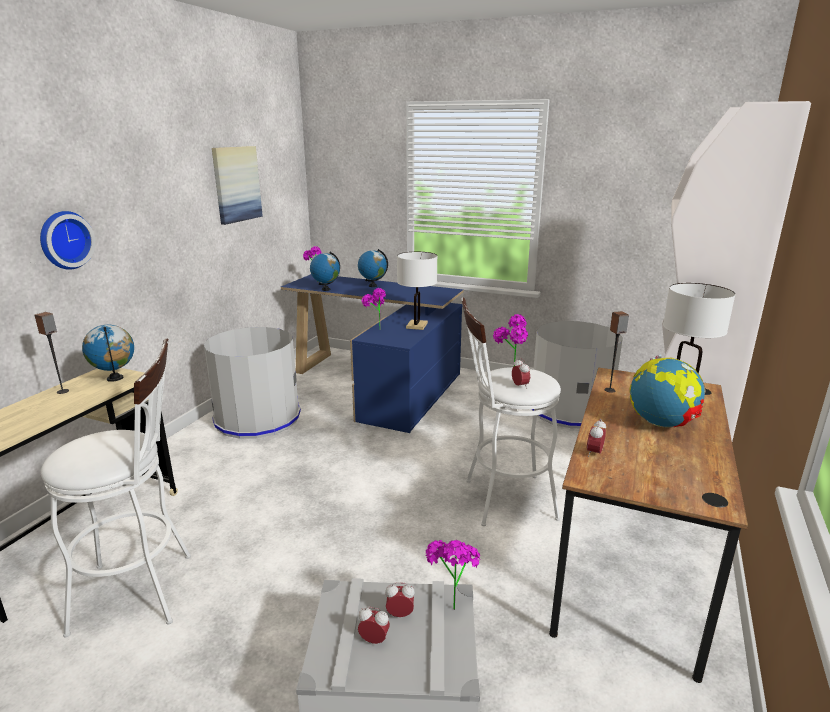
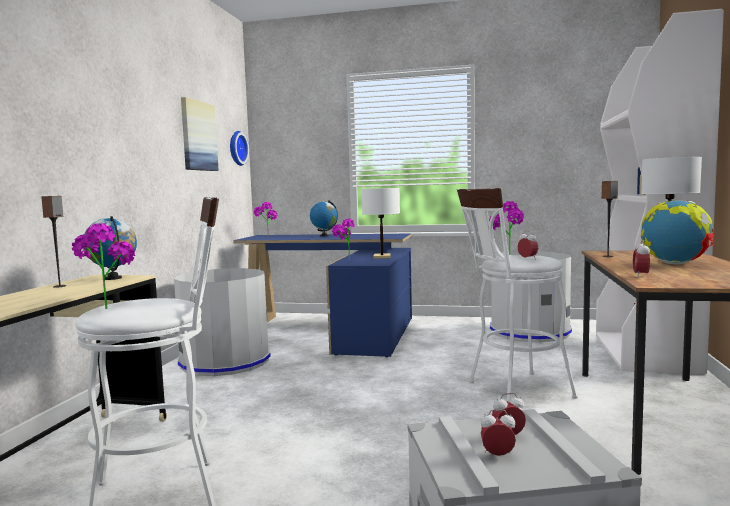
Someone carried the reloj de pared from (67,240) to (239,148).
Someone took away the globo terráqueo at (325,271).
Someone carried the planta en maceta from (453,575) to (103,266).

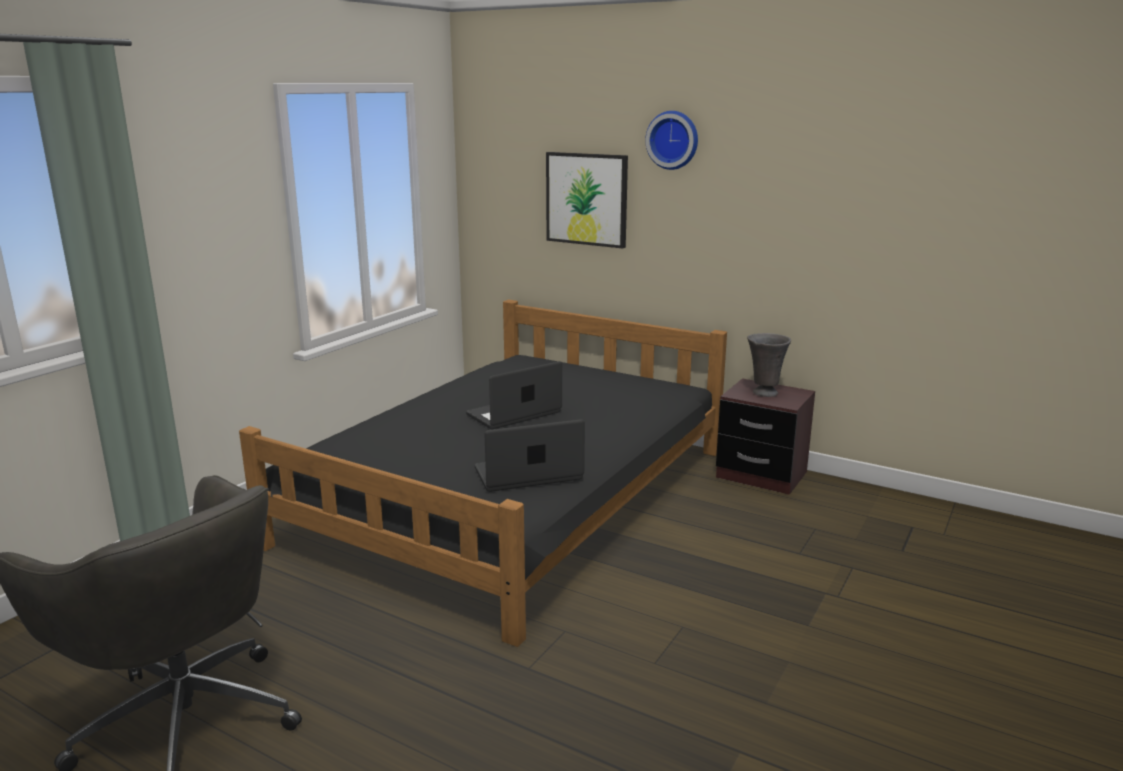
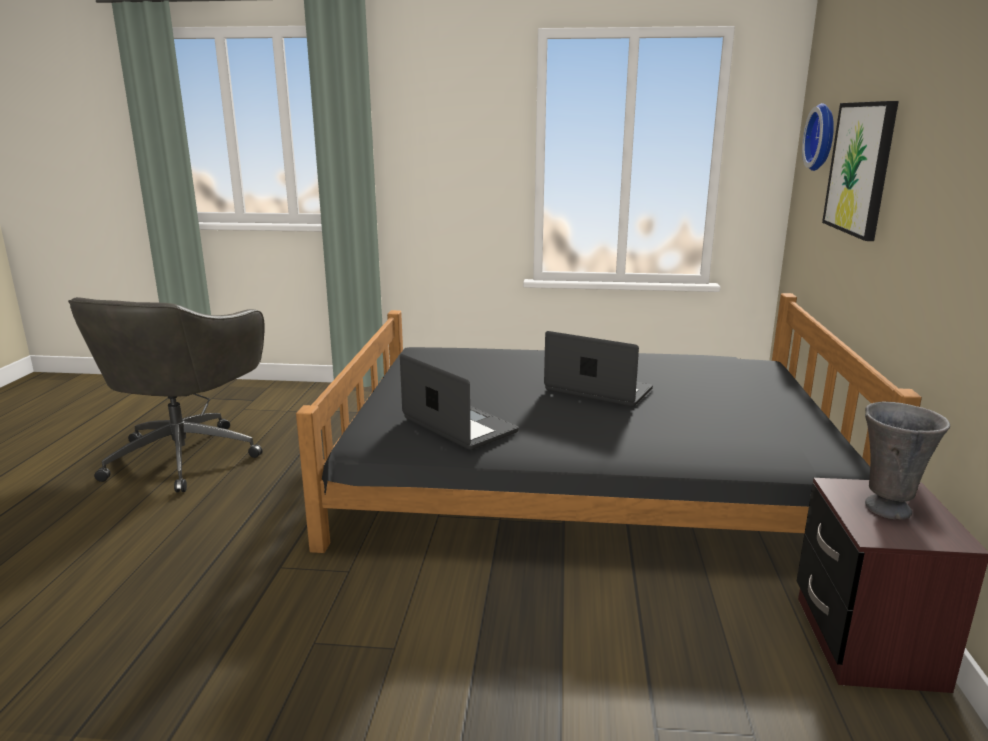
Someone carried the reloj de pared from (671,140) to (818,137).

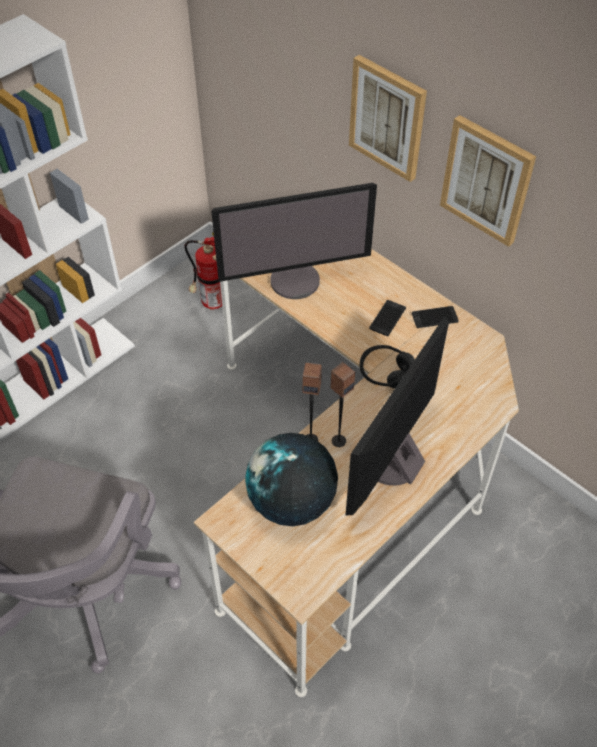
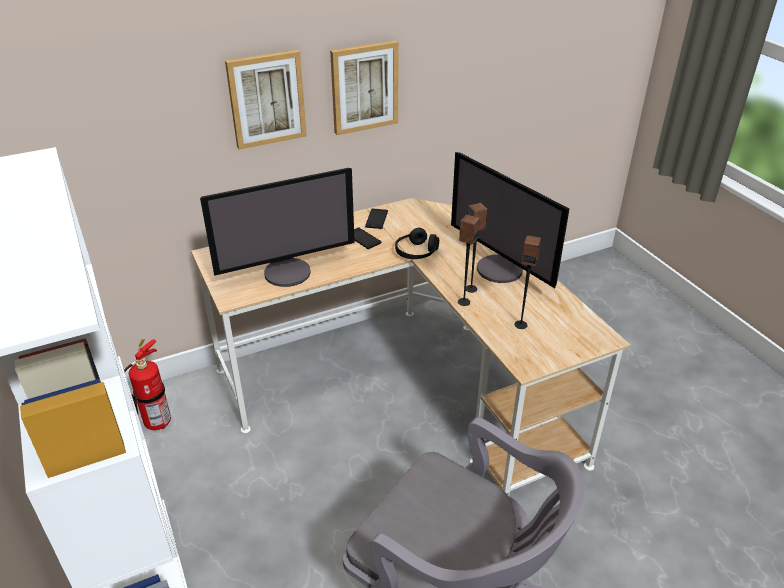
Someone rotated the monitor at (294,241) by 60 degrees clockwise.
Someone swapped the globo terráqueo at (291,479) for the altavoz at (527,282).

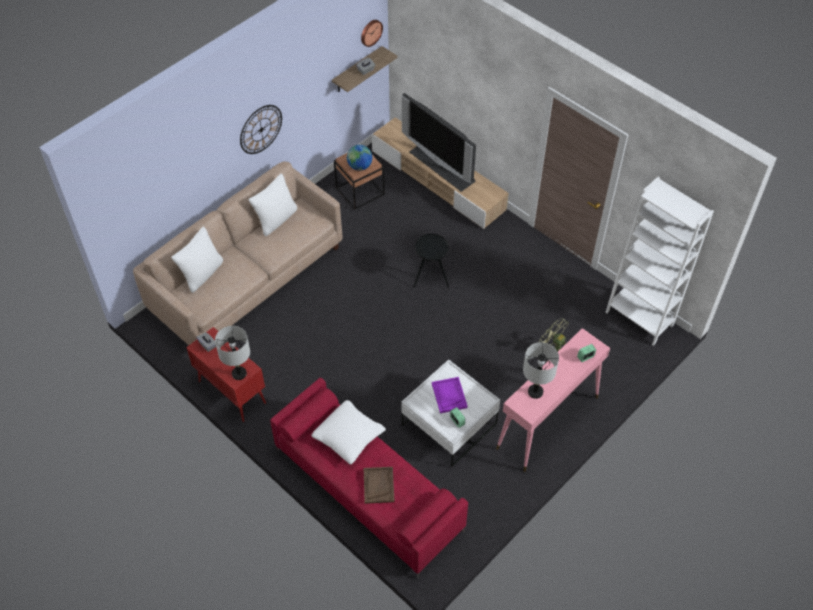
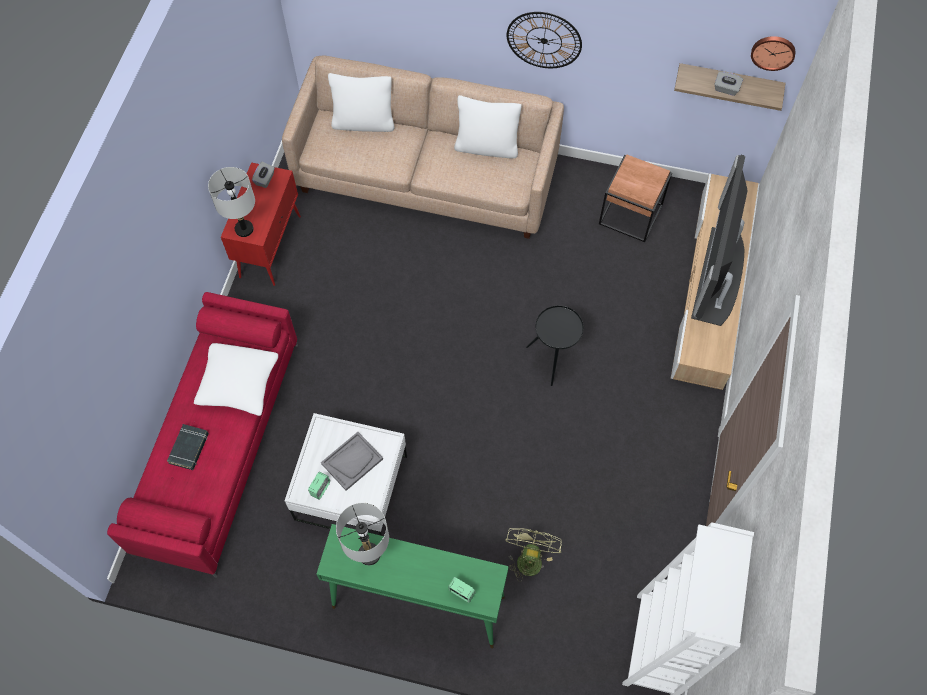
Someone took away the globo terráqueo at (359,158).
Someone repainted the mesa consola/rosa at (553,400), which became the mesa consola/verde at (413,586).
Someone repainted the bandeja/morado at (450,395), which became the bandeja/gris at (352,461).
Someone swapped the bandeja/marrón at (379,485) for the libro/negro at (188,447).

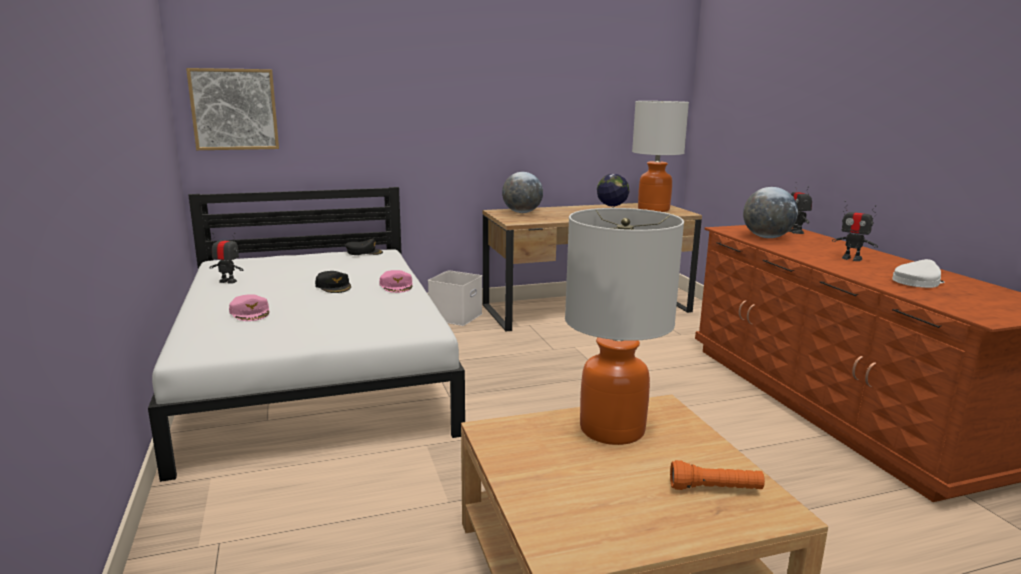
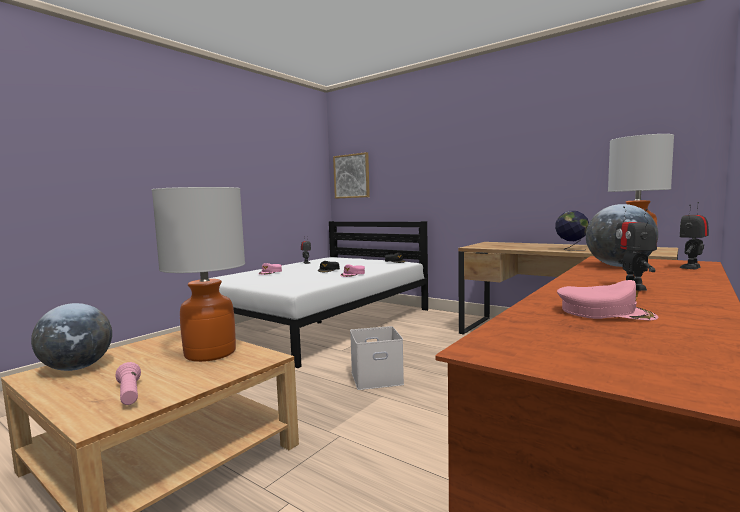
Someone carried the globo terráqueo from (522,192) to (71,337).
Someone repainted the gorra/blanco at (918,273), which became the gorra/rosa at (607,300).
Someone carried the caja de almacenaje/blanco from (455,298) to (377,358).
Someone repainted the linterna/naranja at (717,475), which became the linterna/rosa at (128,383).

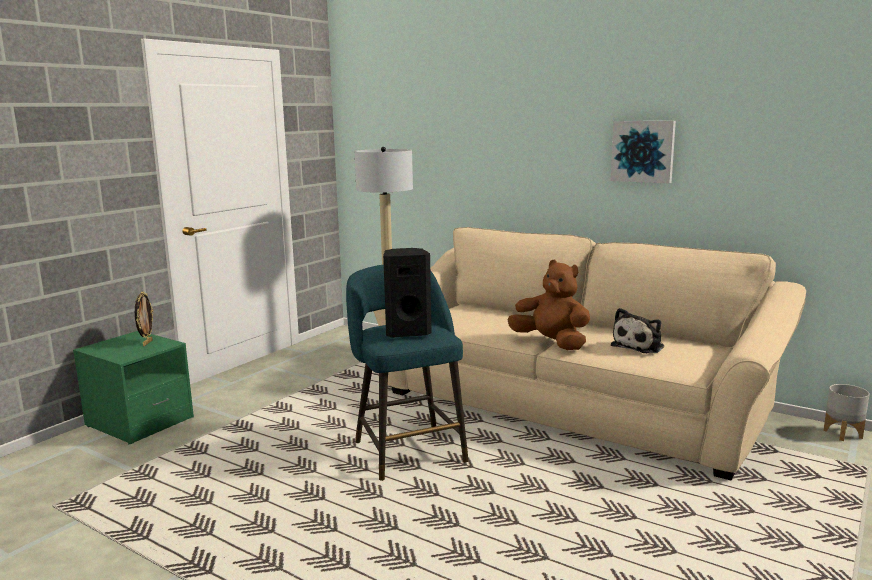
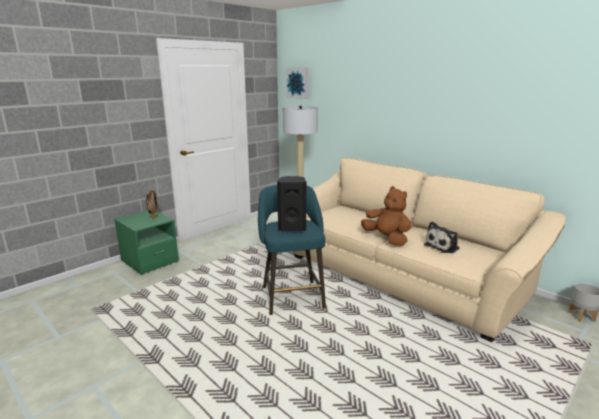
Someone carried the cuadro from (643,152) to (297,83).

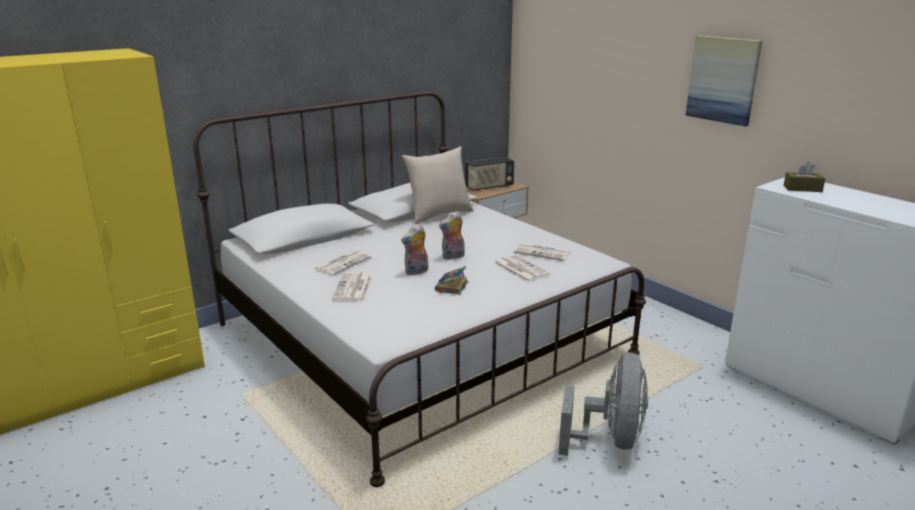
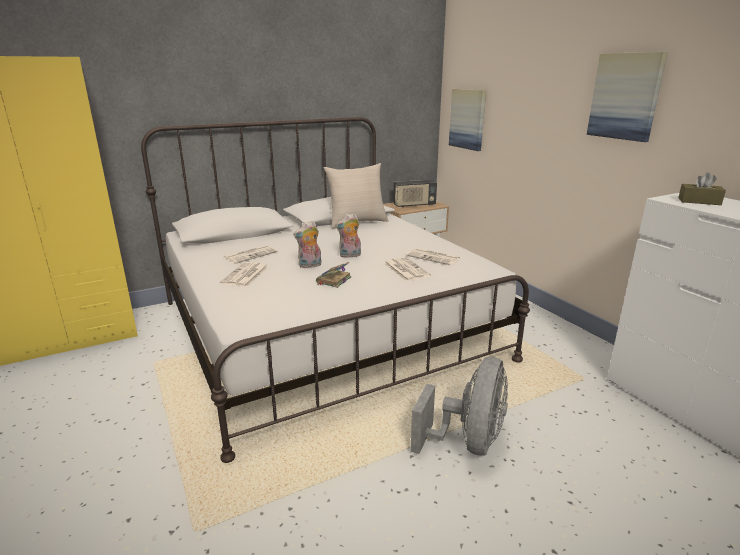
Someone put up the cuadro at (467,120).

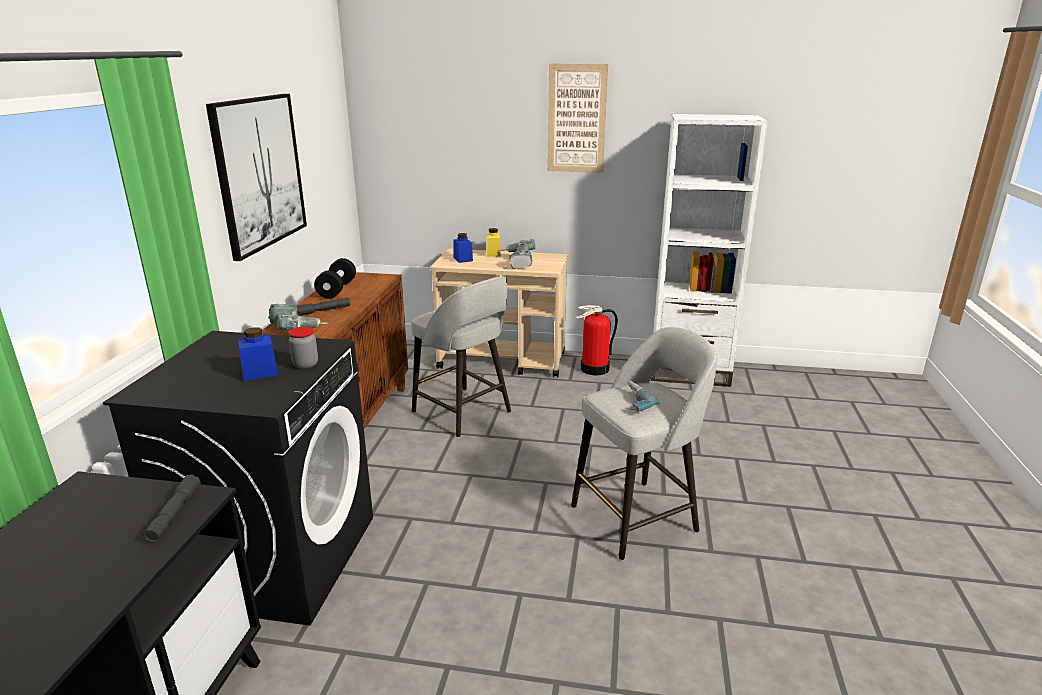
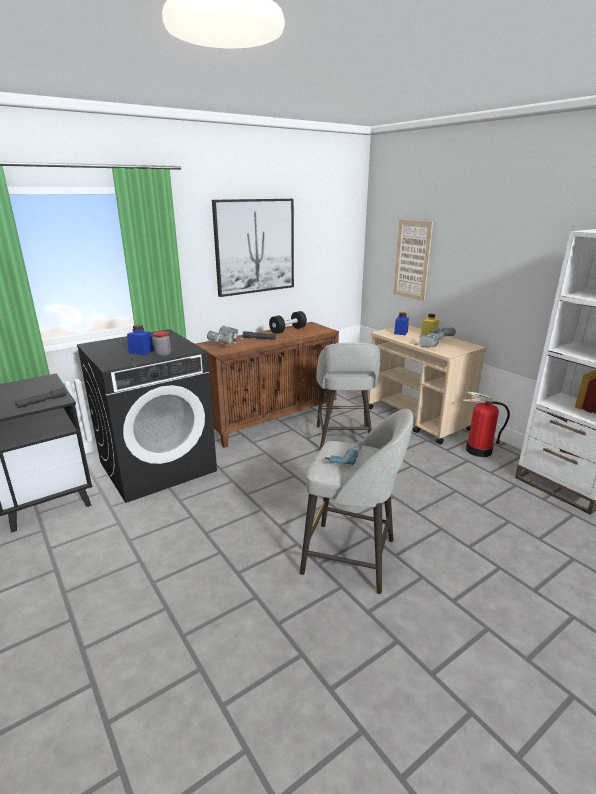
Someone carried the cuadro from (577,118) to (413,260).

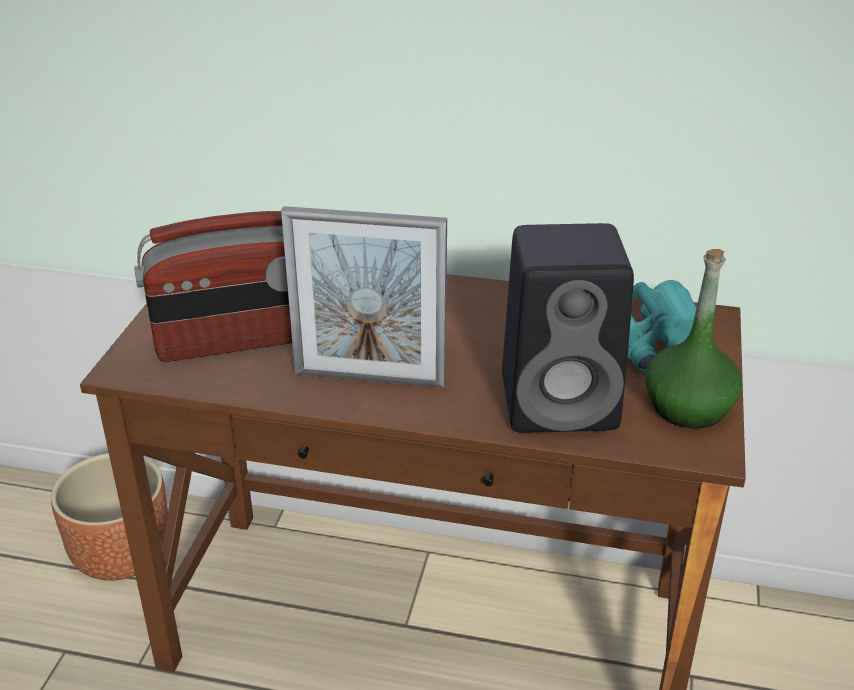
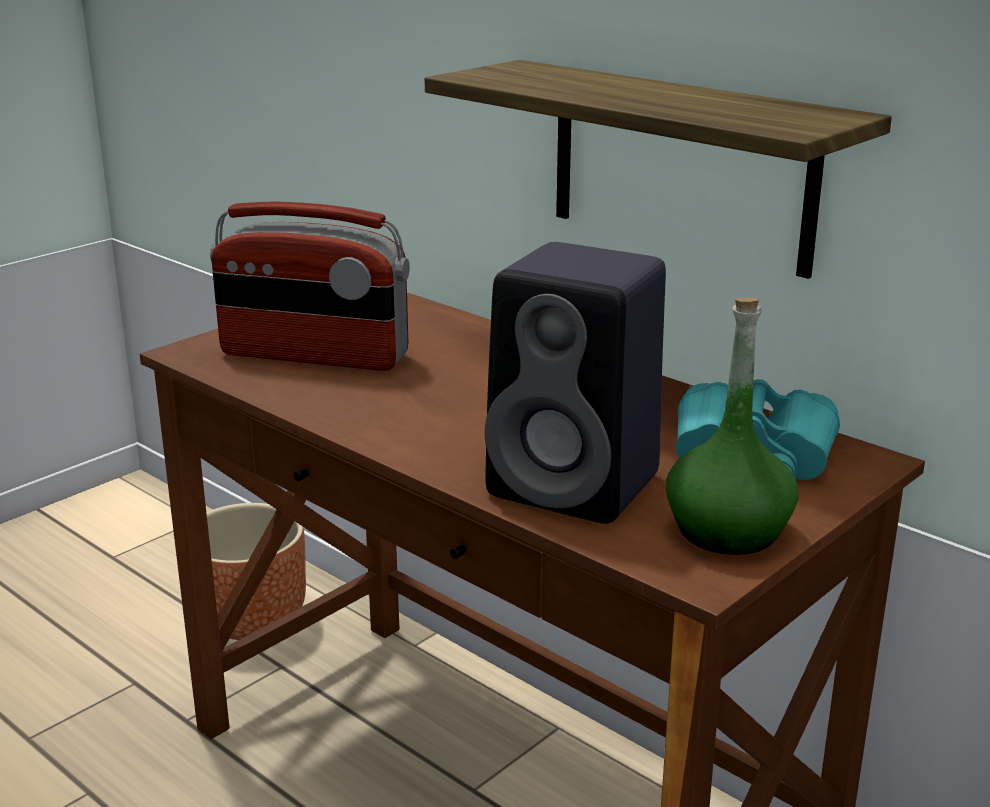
Someone took away the portarretratos at (364,297).
Someone put up the estante at (658,169).

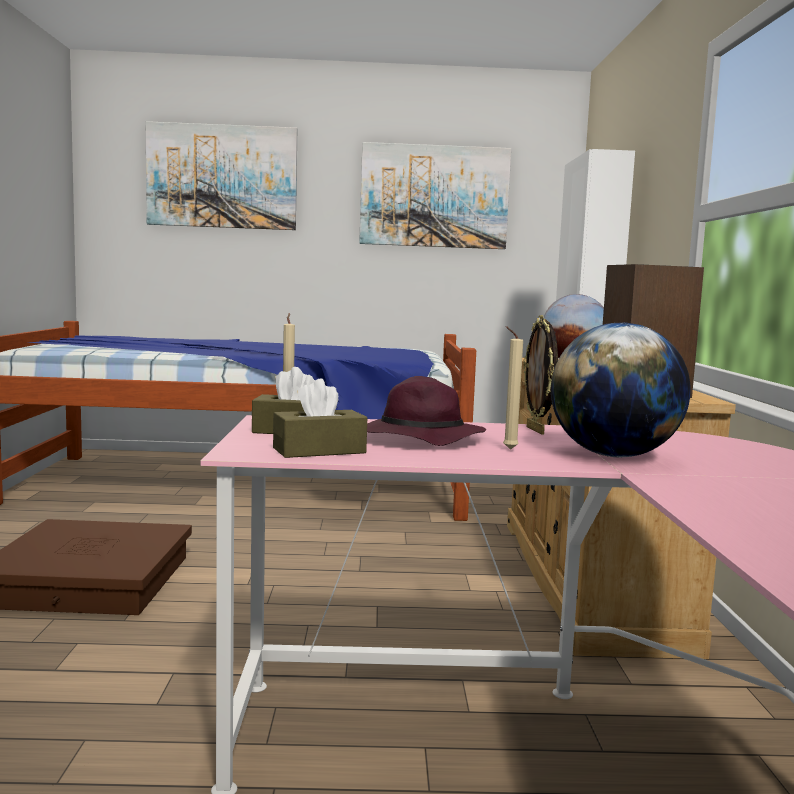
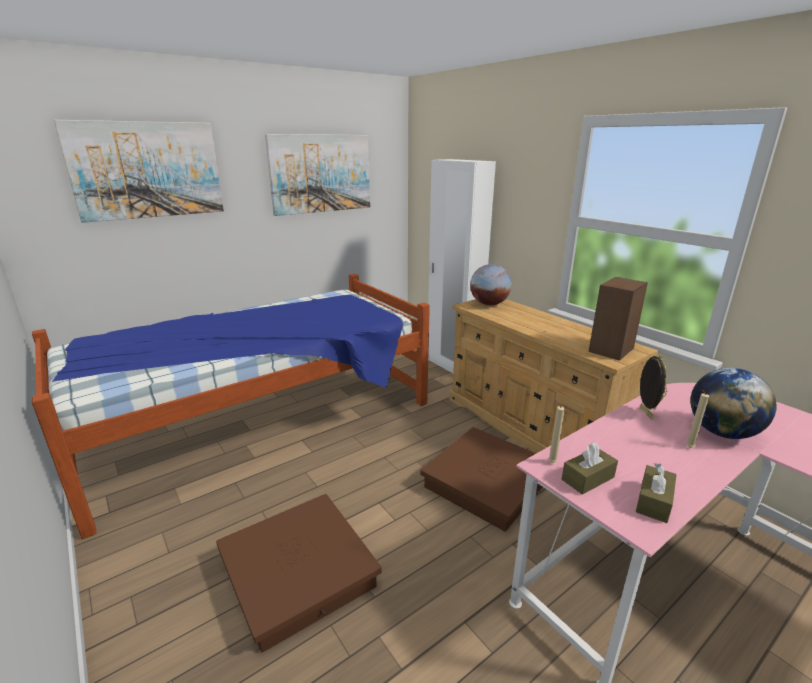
Someone rotated the portarretratos at (540,374) by 135 degrees counterclockwise.
Someone took away the sombrero/morado at (426,411).
Someone put down the caja de almacenaje/marrón at (481,479).

